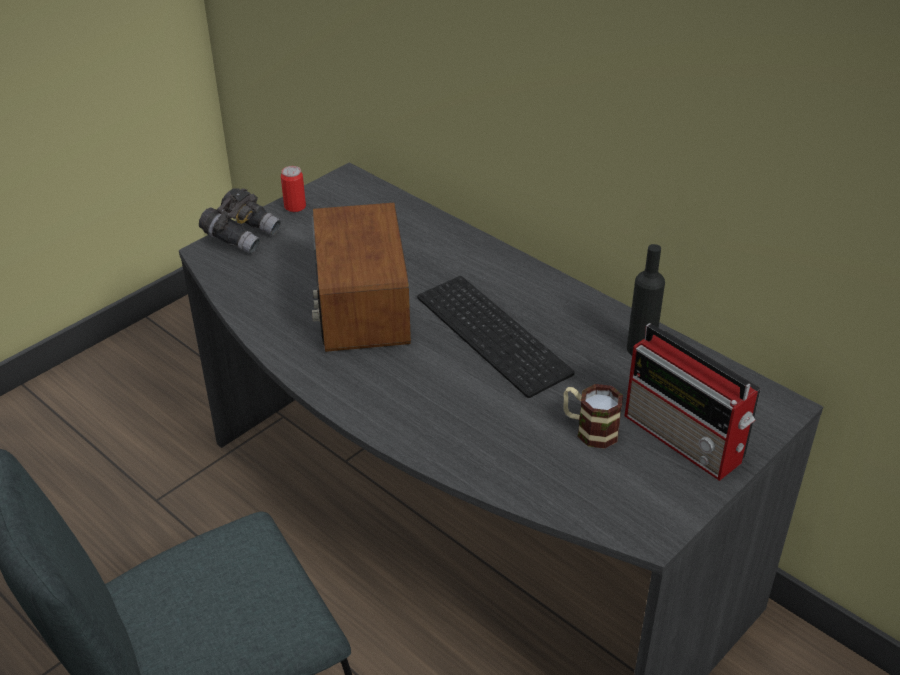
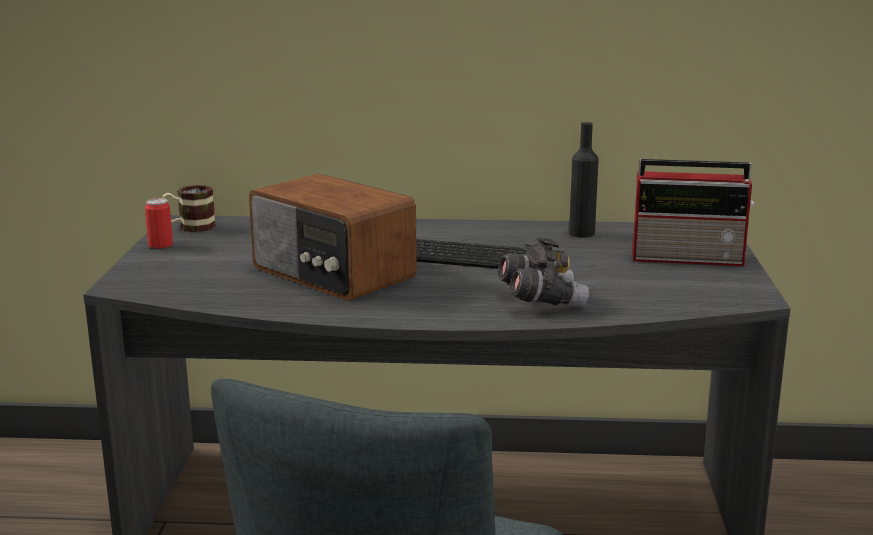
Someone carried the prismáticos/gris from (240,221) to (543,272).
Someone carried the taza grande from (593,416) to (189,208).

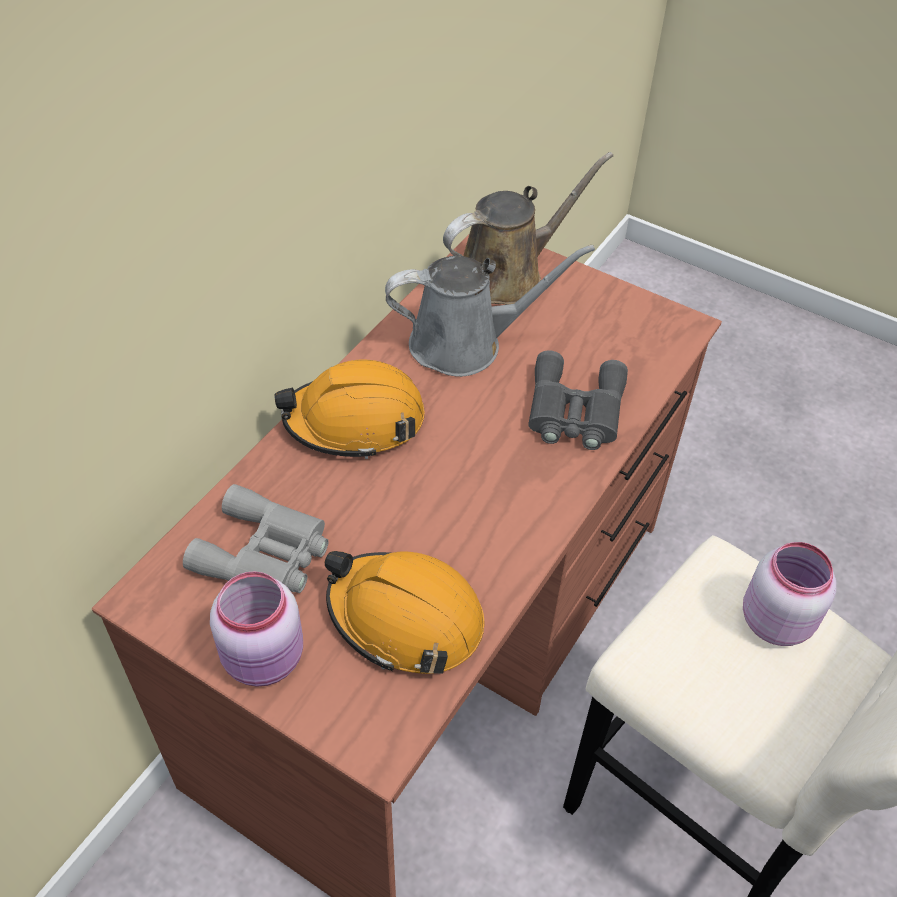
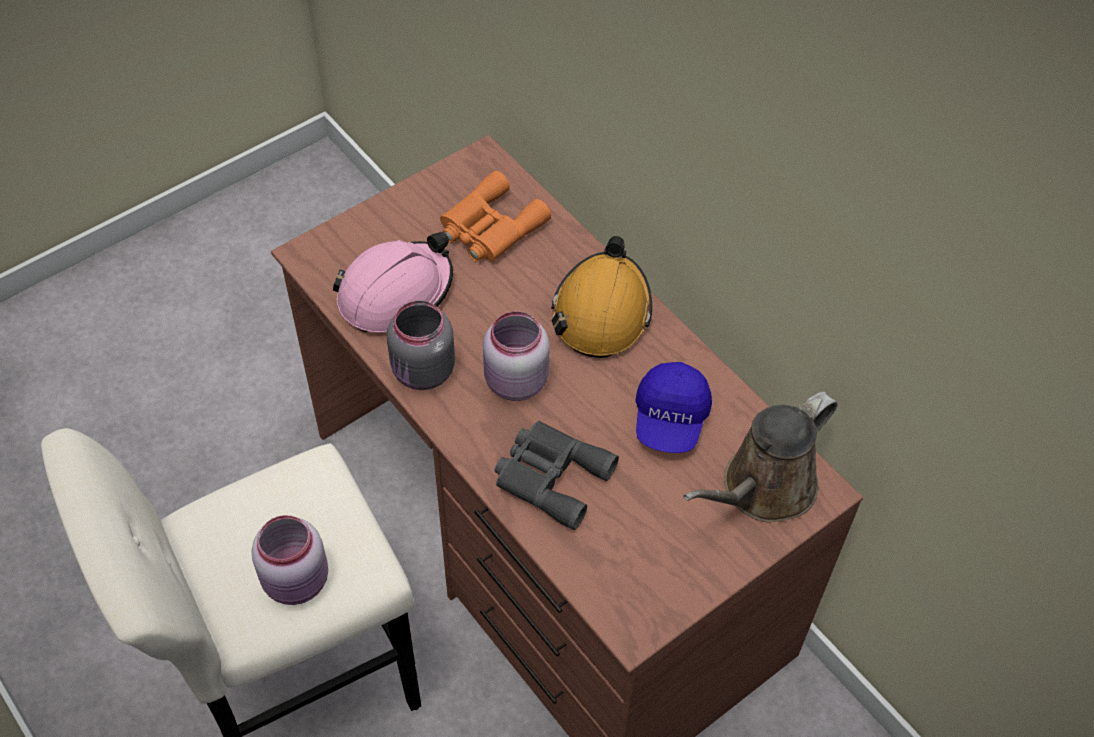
Someone rotated the regadera/marrón at (528,228) by 60 degrees clockwise.
Someone swapped the regadera/gris at (490,311) for the gorra/azul at (673,407).
Someone repainted the prismáticos/gris at (256,538), which became the prismáticos/naranja at (495,216).
Someone repainted the casco/naranja at (404,612), which became the casco/rosa at (393,282).
Someone carried the tarro/rosa from (256,629) to (516,356).
Someone put down the tarro/gris at (421,345).

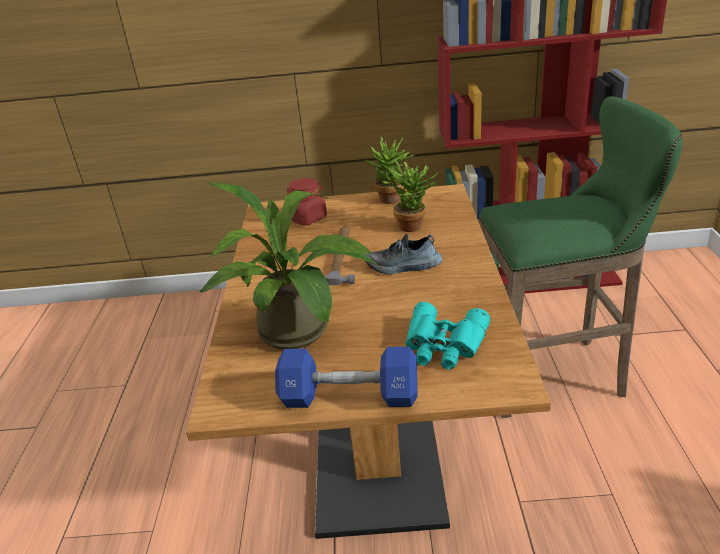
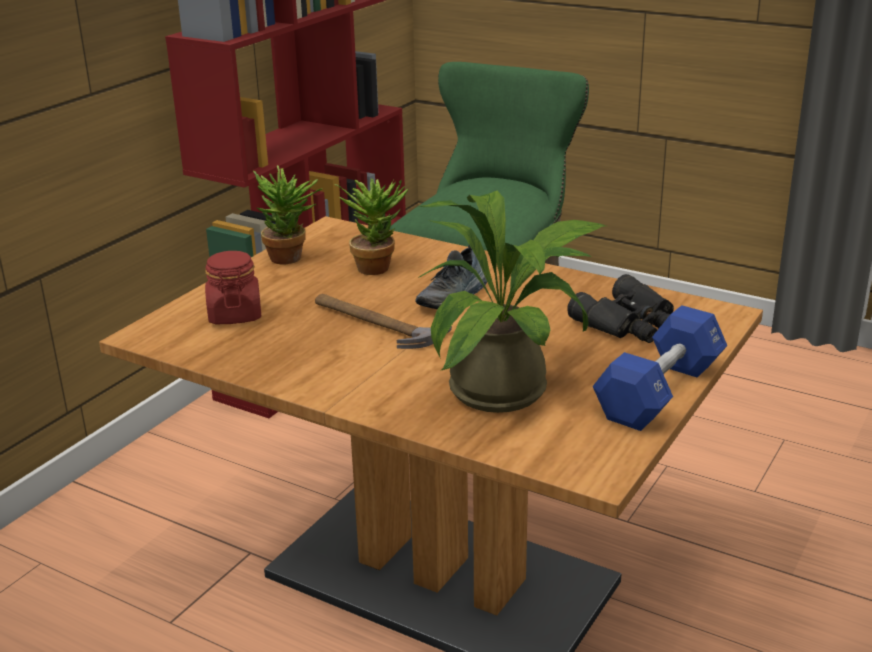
Someone repainted the prismáticos/turquesa at (448,336), which became the prismáticos/negro at (620,308).

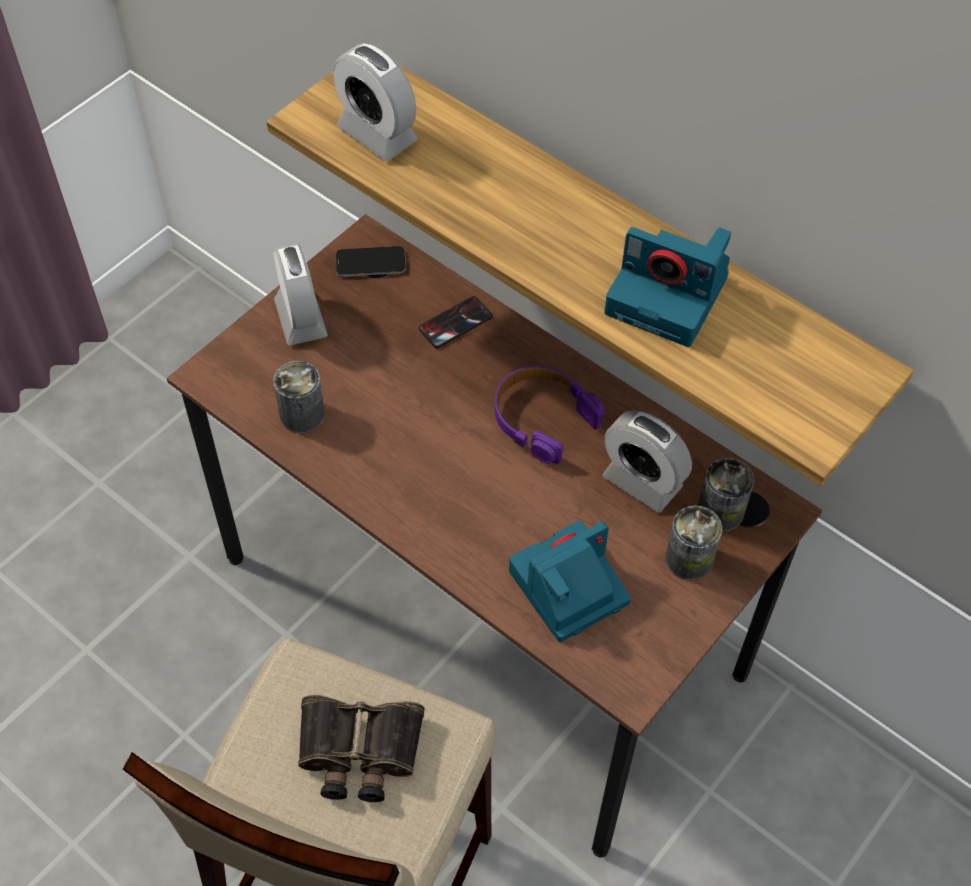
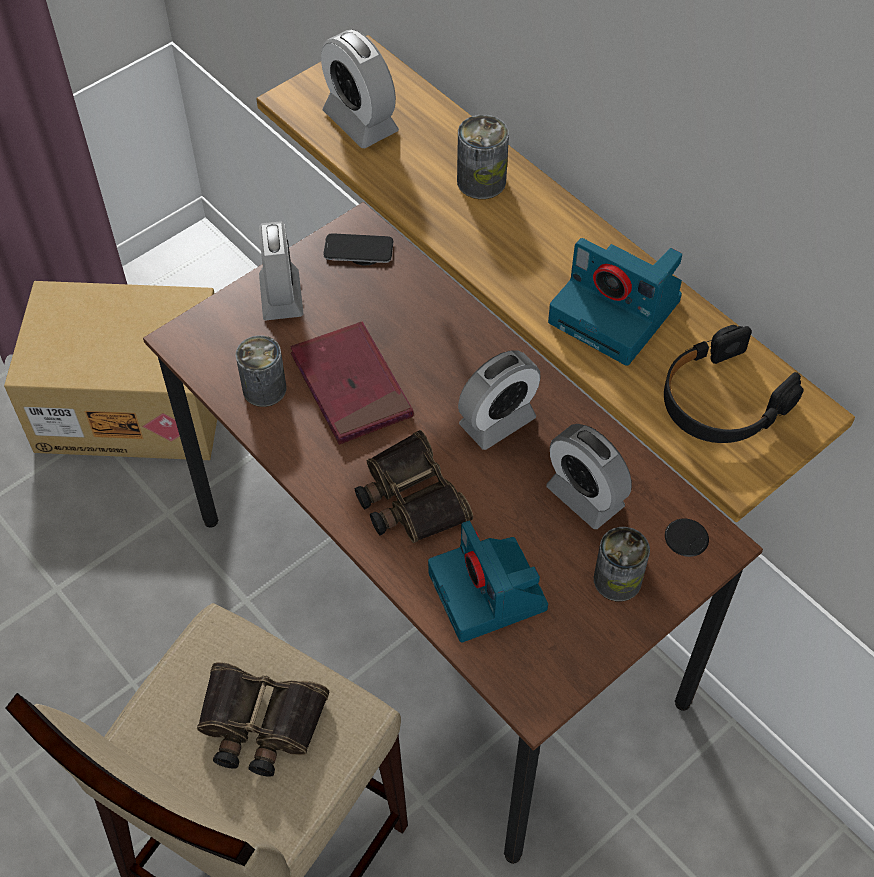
Someone took away the móvil at (456,322).
Someone swapped the auriculares/morado at (550,415) for the despertador at (499,400).
Someone carried the lata from (726,495) to (483,157).
Someone rotated the cámara at (570,581) by 90 degrees counterclockwise.
Someone put down the caja de cartón at (110,370).
Someone put down the libro/rojo at (352,383).
Someone put down the auriculares/negro at (734,384).
Someone put down the prismáticos at (414,486).

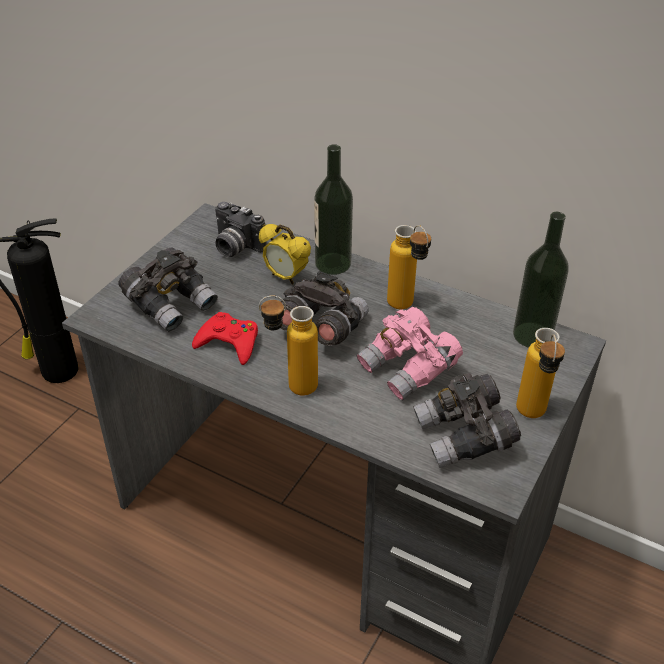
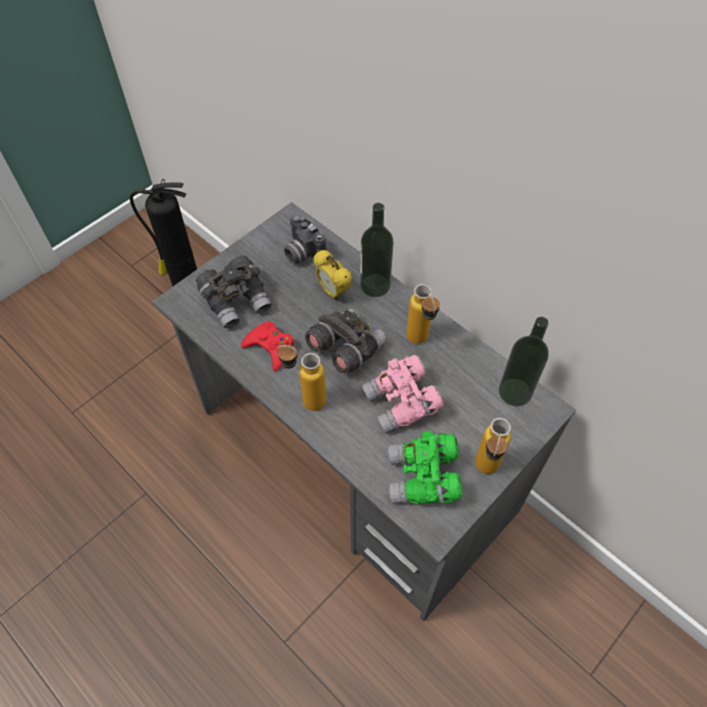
Someone repainted the prismáticos/gris at (467,420), which became the prismáticos/verde at (425,467).

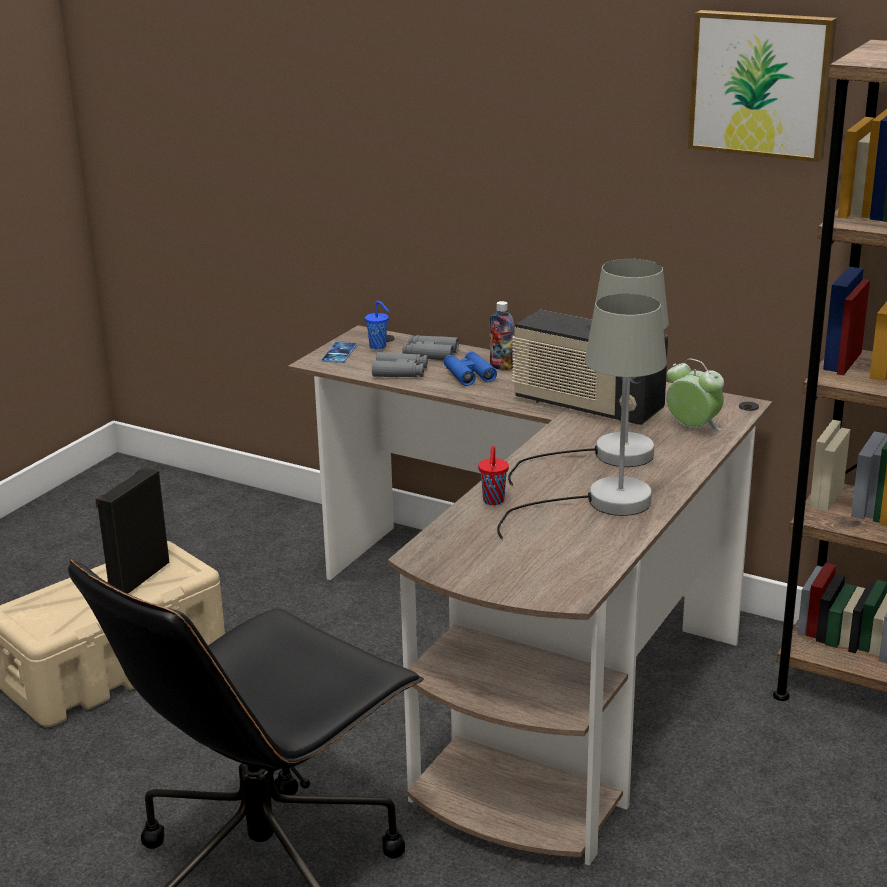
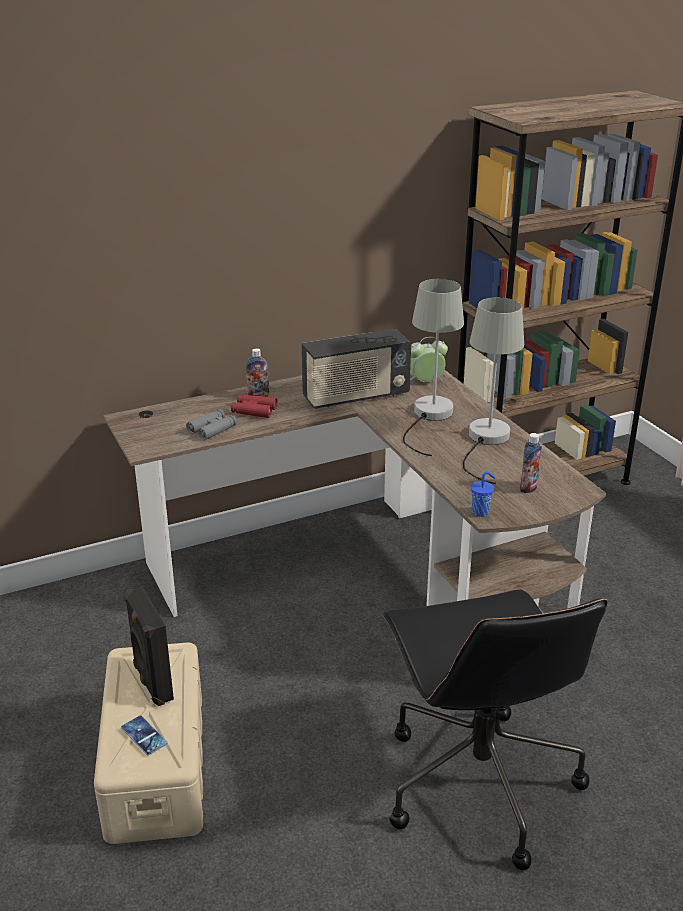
Someone took away the cuadro at (762,86).
Someone carried the taza/azul from (377,325) to (483,494).
Someone took away the prismáticos/gris at (430,347).
Someone carried the móvil from (339,352) to (144,735).
Someone repainted the prismáticos/azul at (470,369), which became the prismáticos/rojo at (254,406).
Someone took away the taza/rojo at (493,475).
Someone put down the botella at (531,463).

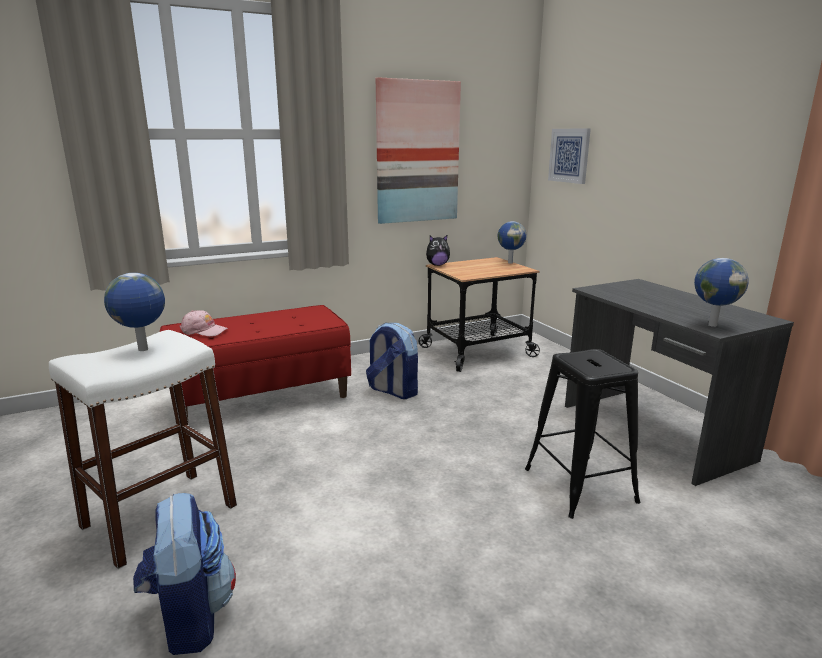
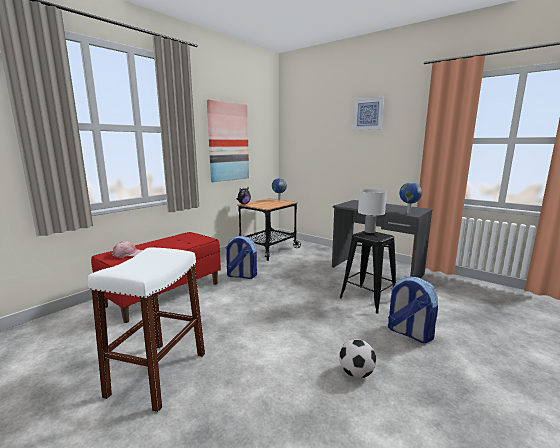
Someone carried the cuadro from (569,156) to (368,113).
Someone took away the globo terráqueo at (134,312).
Someone carried the mochila from (184,574) to (413,310).
Someone put down the lámpara de mesa/blanco at (372,212).
Someone put down the balón de fútbol at (357,358).

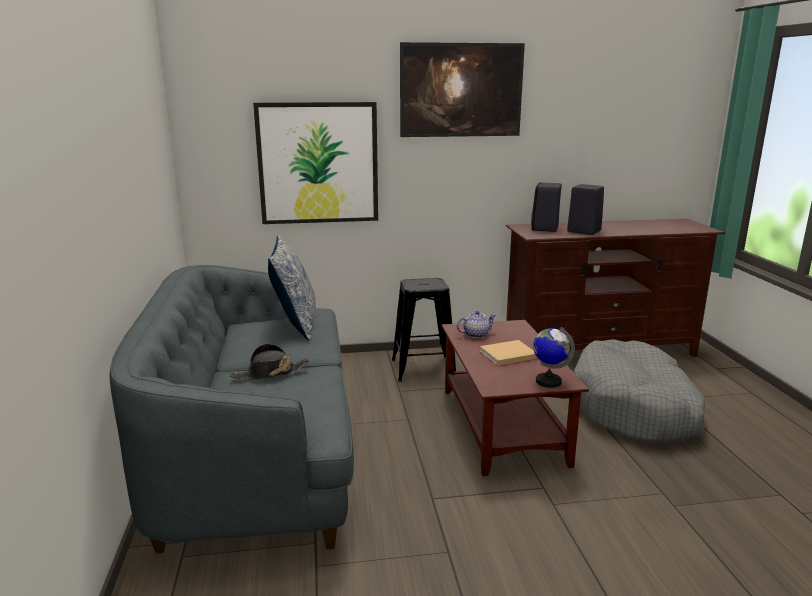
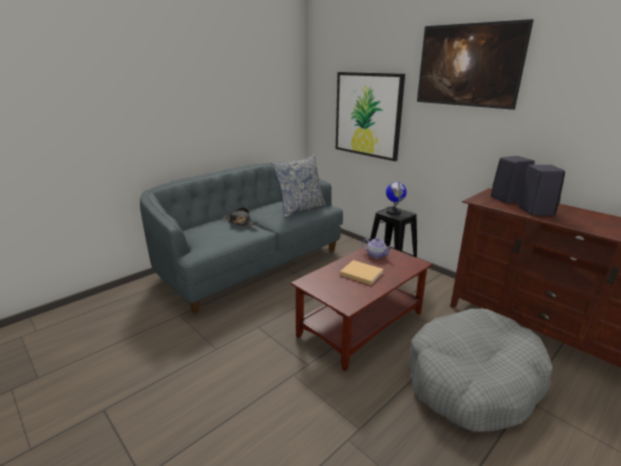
Someone carried the globo terráqueo from (554,357) to (396,198).

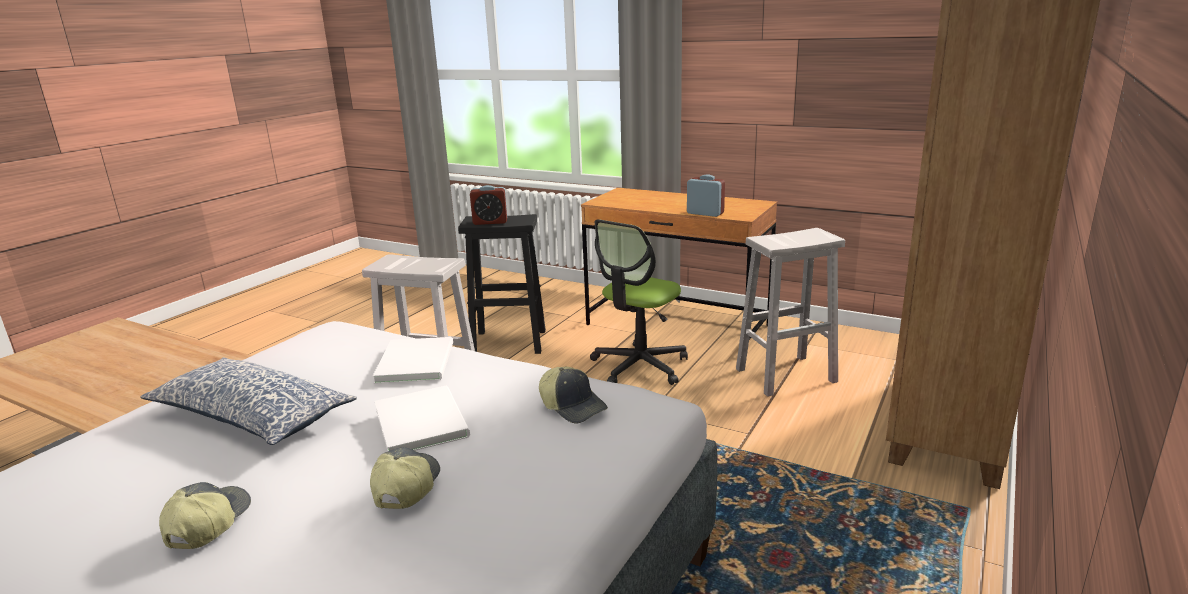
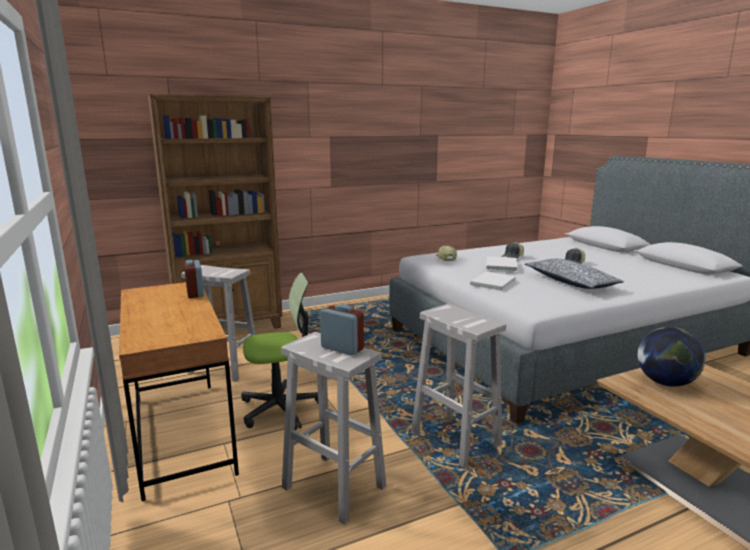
Someone repainted the taburete/negro at (502,284), which became the taburete/blanco at (333,428).
Someone put down the globo terráqueo at (671,357).

